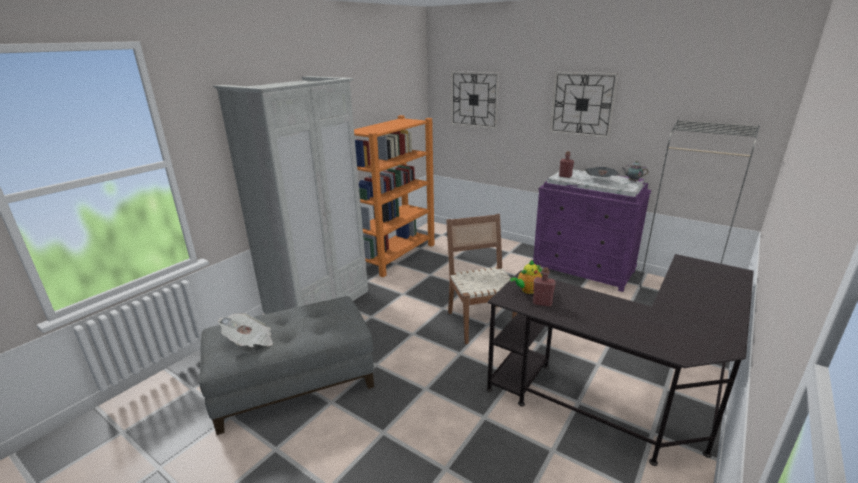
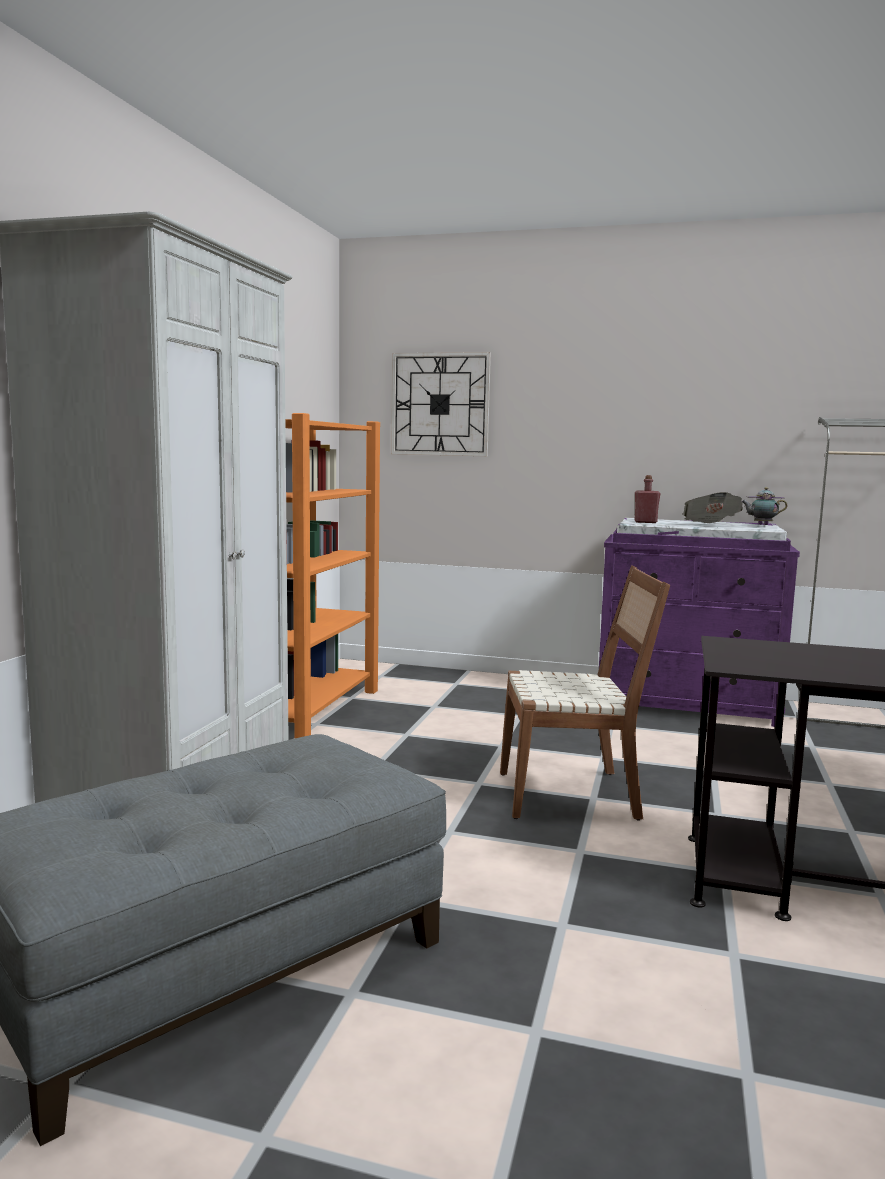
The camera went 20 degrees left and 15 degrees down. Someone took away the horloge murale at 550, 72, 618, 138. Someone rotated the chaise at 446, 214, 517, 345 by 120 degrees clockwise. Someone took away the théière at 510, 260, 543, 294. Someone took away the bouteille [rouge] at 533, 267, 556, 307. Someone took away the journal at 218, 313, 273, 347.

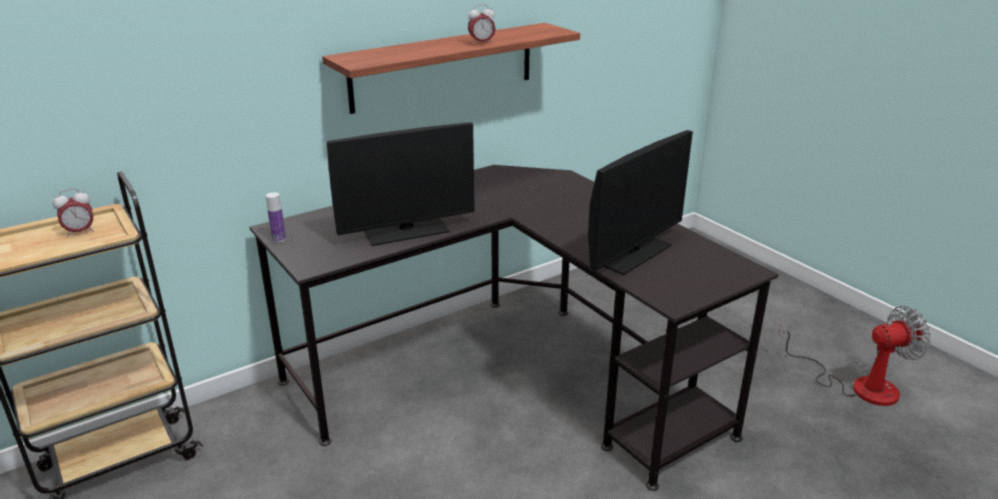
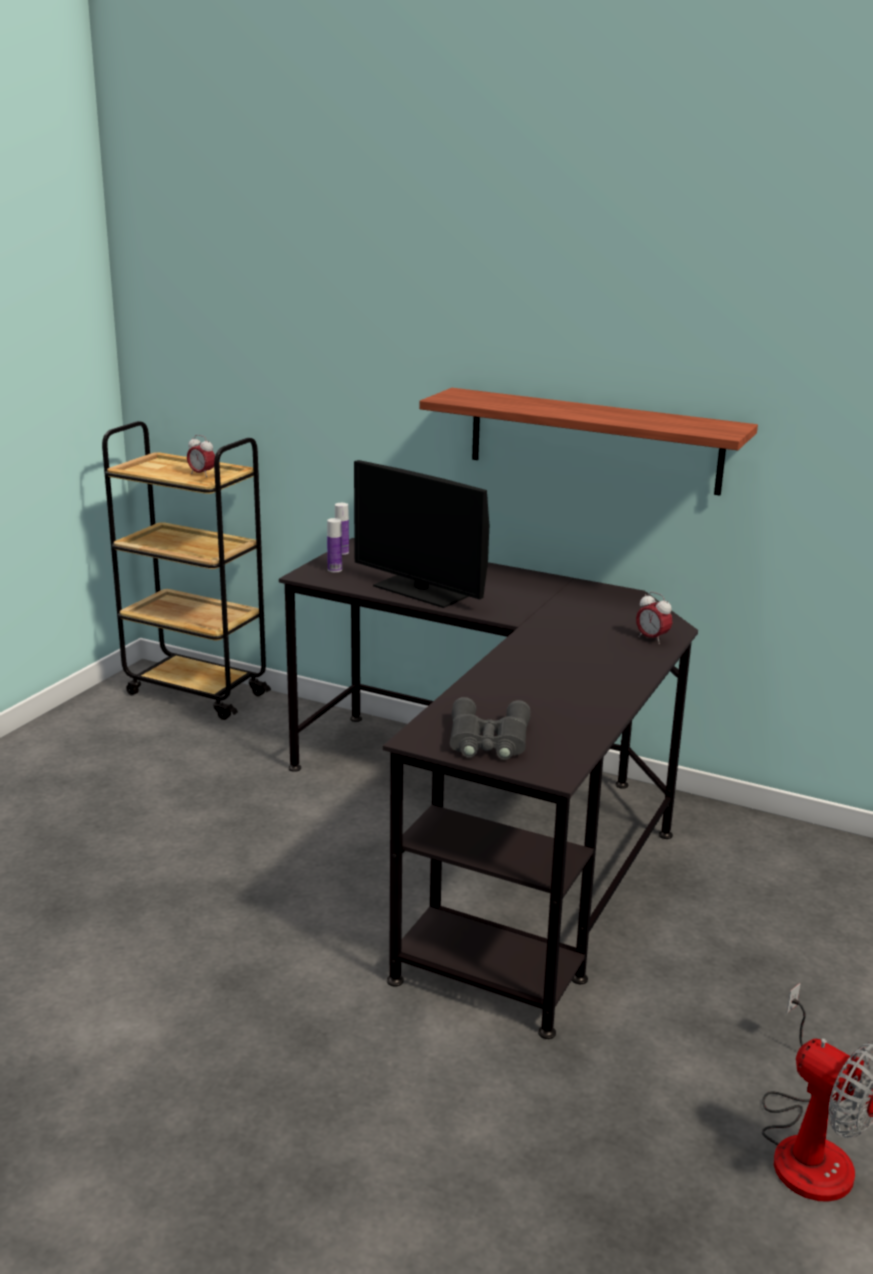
The camera went 60 degrees right and 5 degrees down. Someone carried the réveil from 468, 4, 496, 44 to 636, 592, 672, 644. Someone took away the écran d'ordinateur at 588, 130, 693, 275. Someone put down the bouteille at 327, 518, 342, 573. Someone put down the jumelles [gris] at 450, 697, 530, 760.

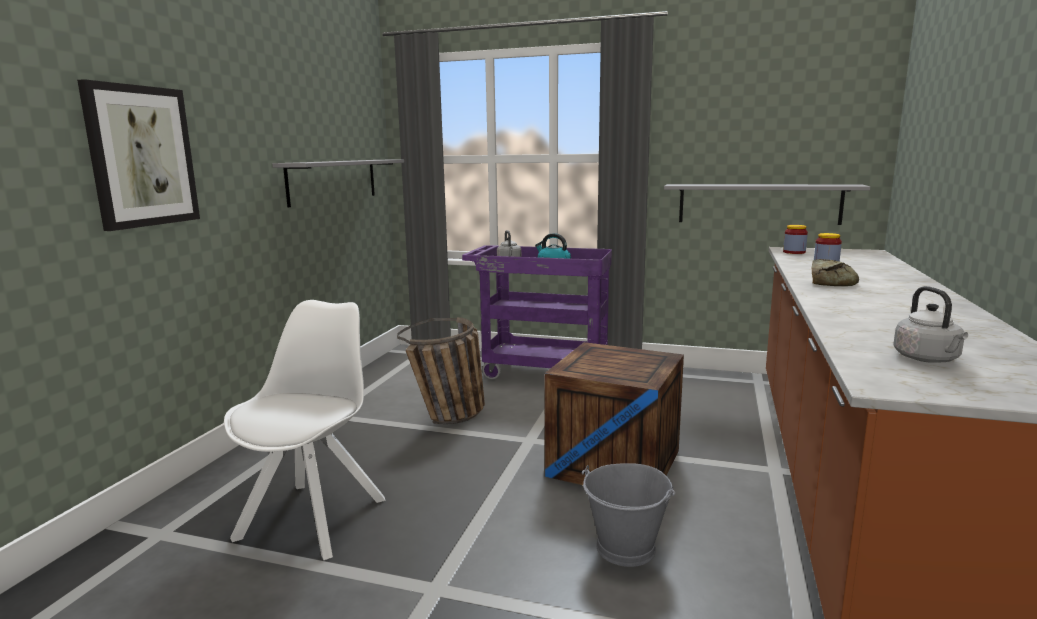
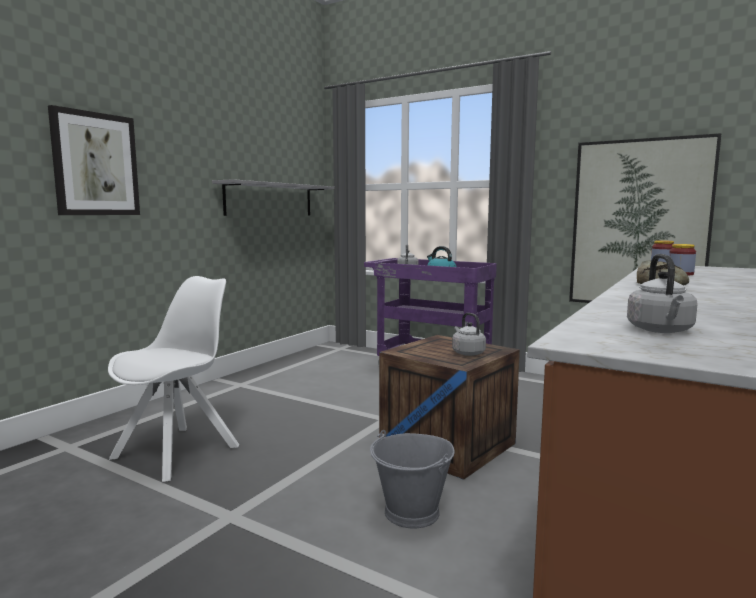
The camera went 15 degrees right and 5 degrees down. Someone swapped the étagère [gris] at 664, 184, 870, 225 for the tableau at 569, 133, 721, 303. Someone took away the panier at 397, 317, 485, 424. Someone put down the bouilloire [gris] at 452, 313, 486, 356.

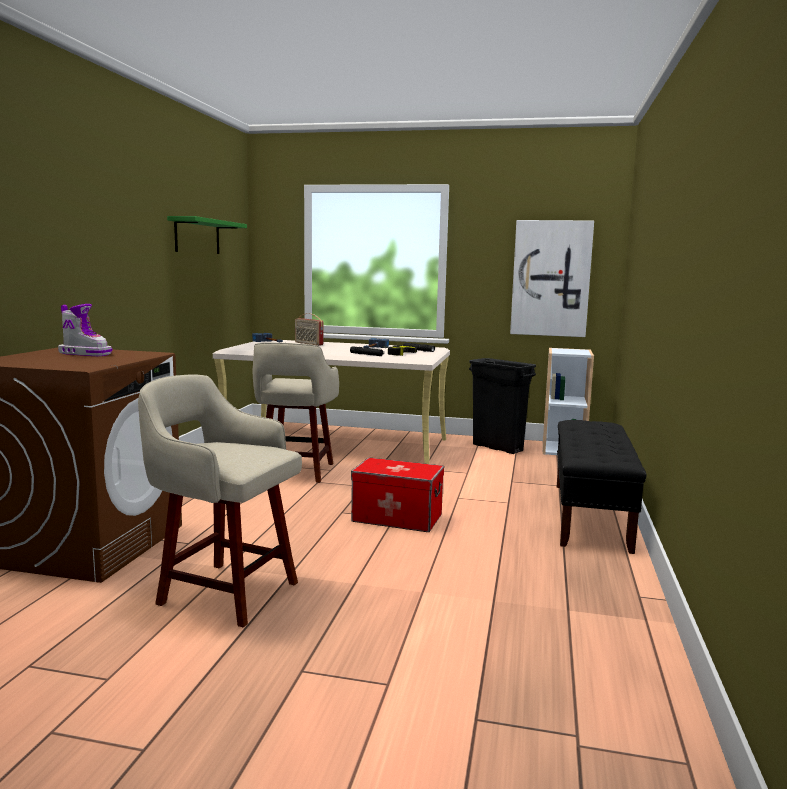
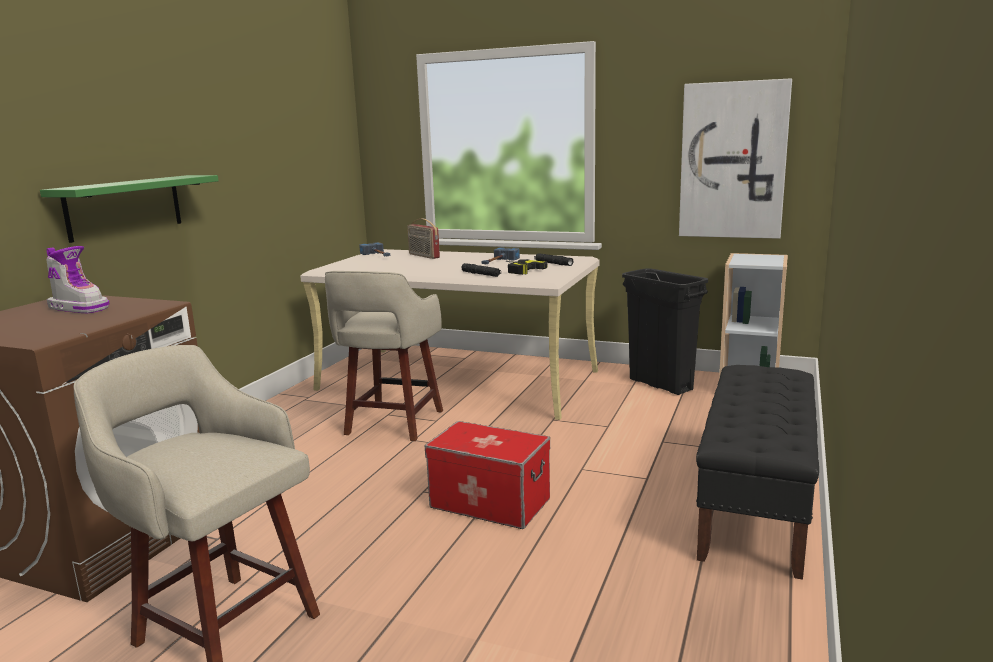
The camera went 10 degrees right and 5 degrees up. Someone carried the étagère [vert] from 167, 216, 247, 254 to 40, 175, 219, 243.

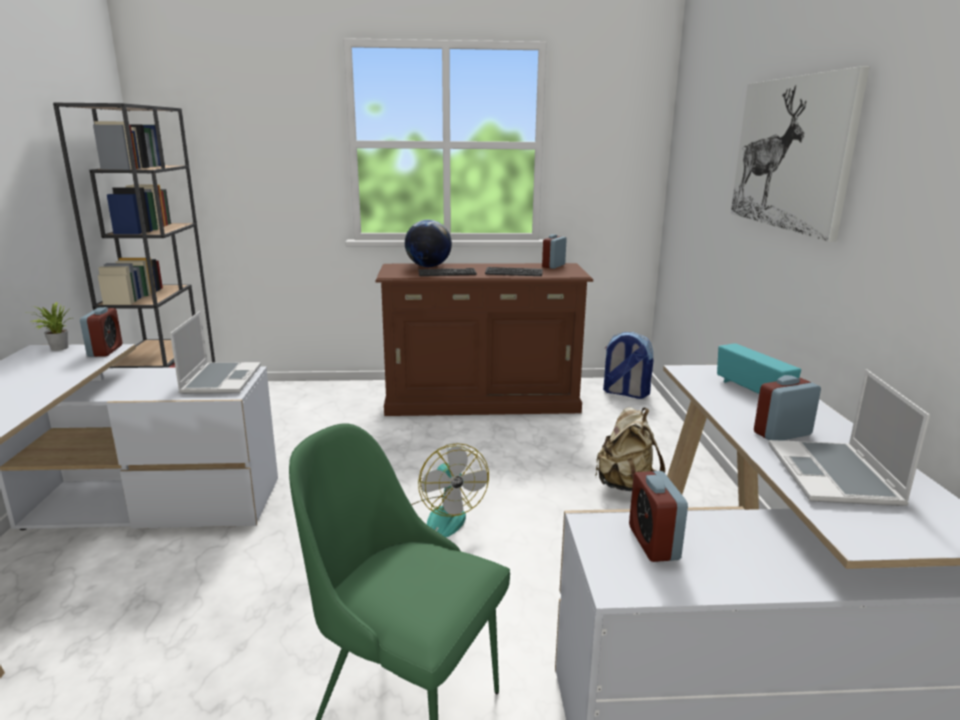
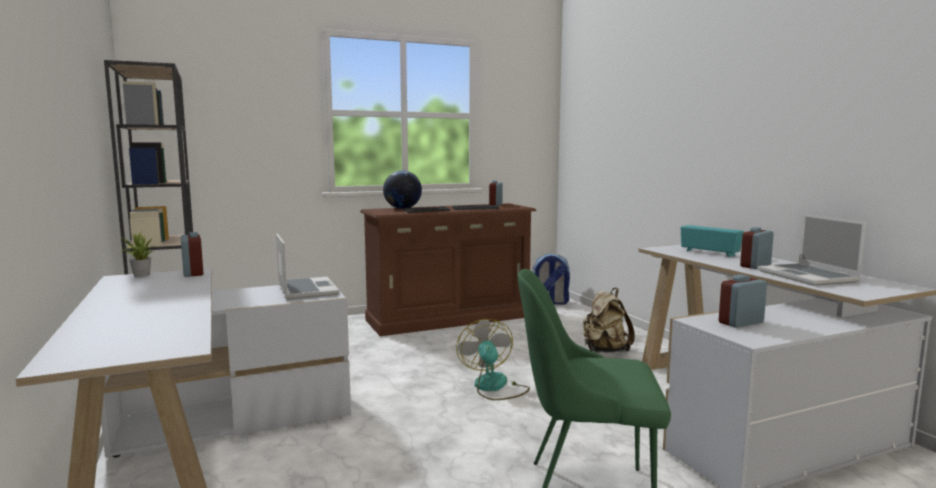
The camera went 20 degrees left and 10 degrees down. Someone took away the tableau at 731, 66, 869, 242. Someone rotated the ventilateur at 411, 443, 489, 537 by 150 degrees counterclockwise. Someone rotated the réveil at 629, 471, 688, 562 by 90 degrees clockwise.

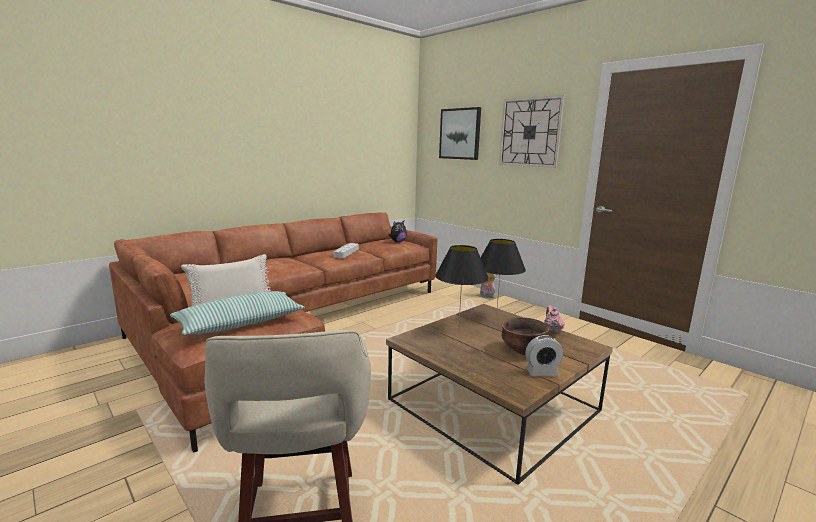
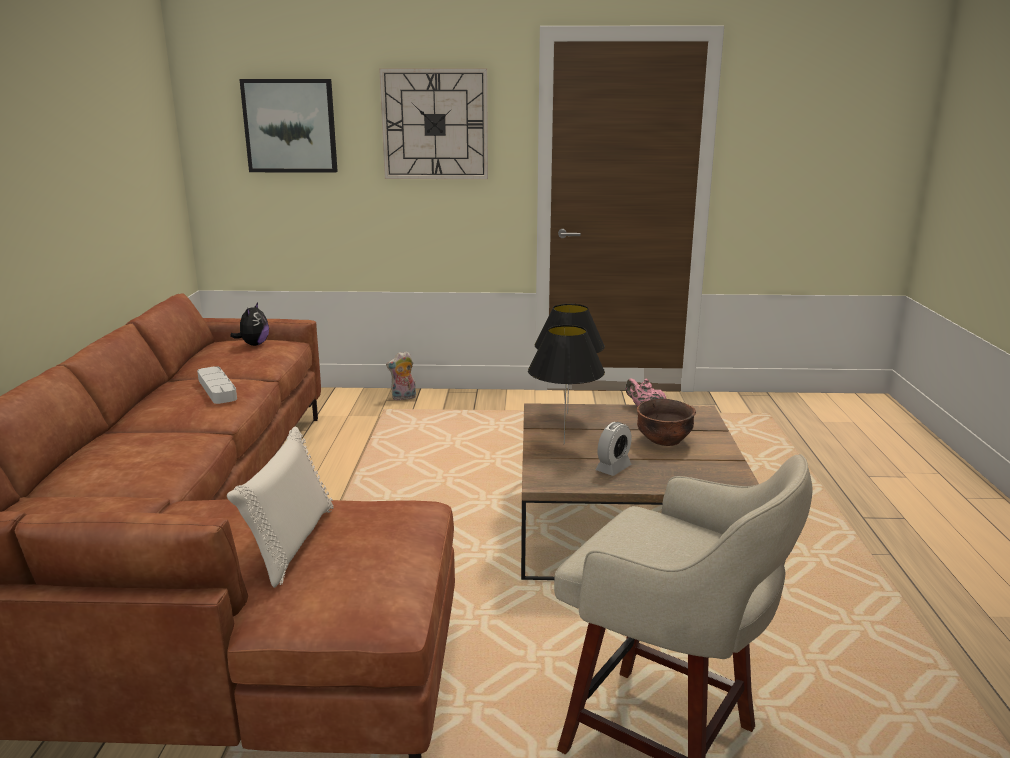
The camera went 45 degrees left and 5 degrees up. Someone took away the coussin at 170, 291, 305, 335. Someone carried the réveil from 525, 335, 563, 376 to 595, 422, 632, 476.

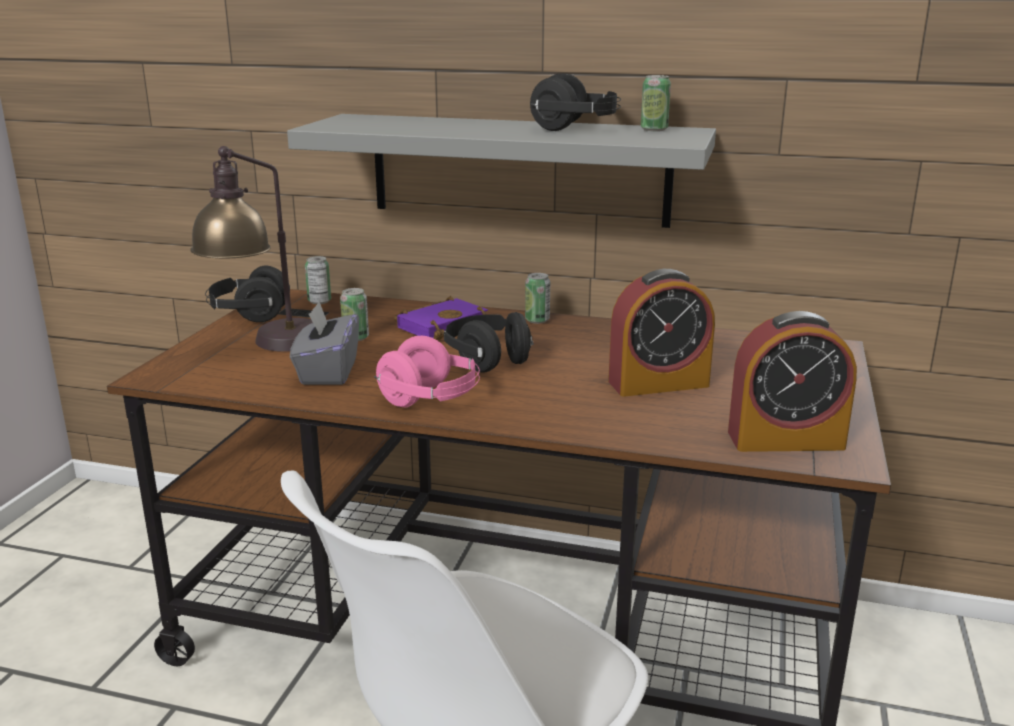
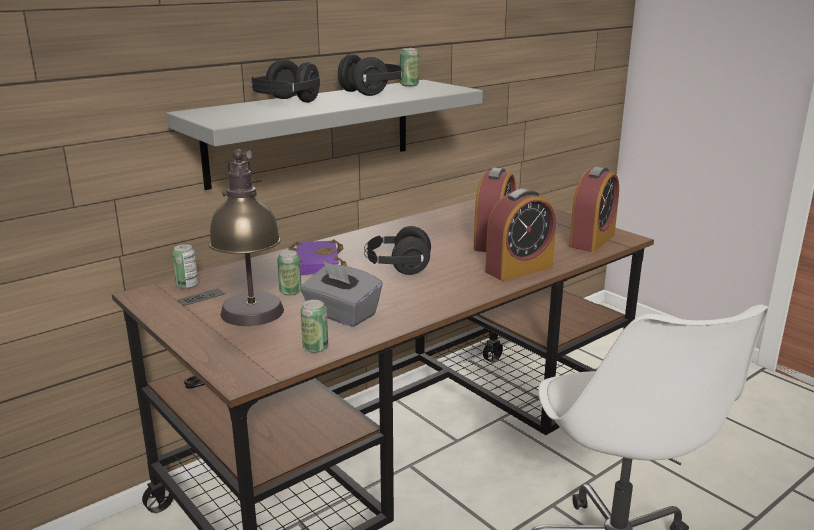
The camera went 55 degrees left and 0 degrees up. Someone carried the casque audio [noir] from 205, 266, 290, 322 to 250, 59, 320, 103. Someone carried the boîte métallique from 525, 273, 550, 324 to 301, 300, 328, 353. Someone took away the casque audio [rose] at 374, 336, 480, 407. Someone put down the réveil at 485, 188, 556, 281.

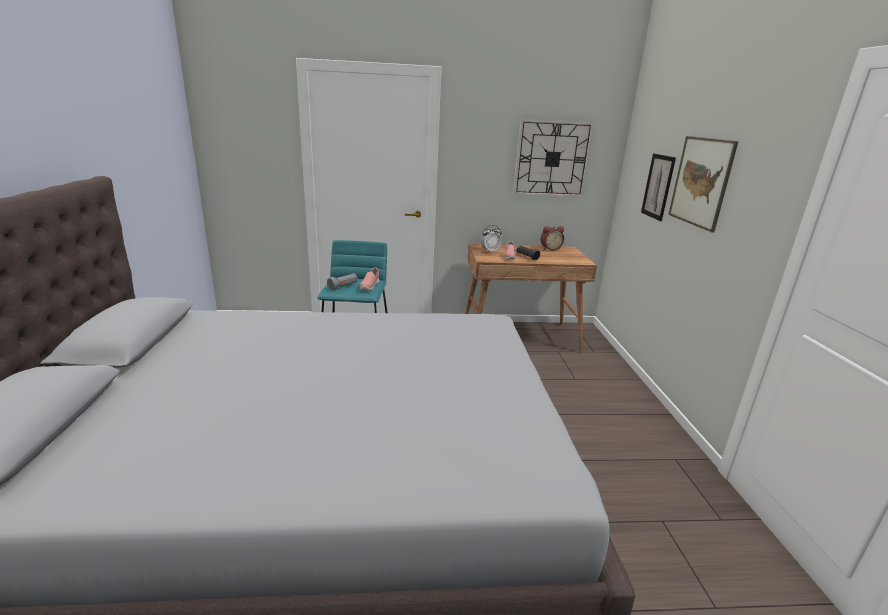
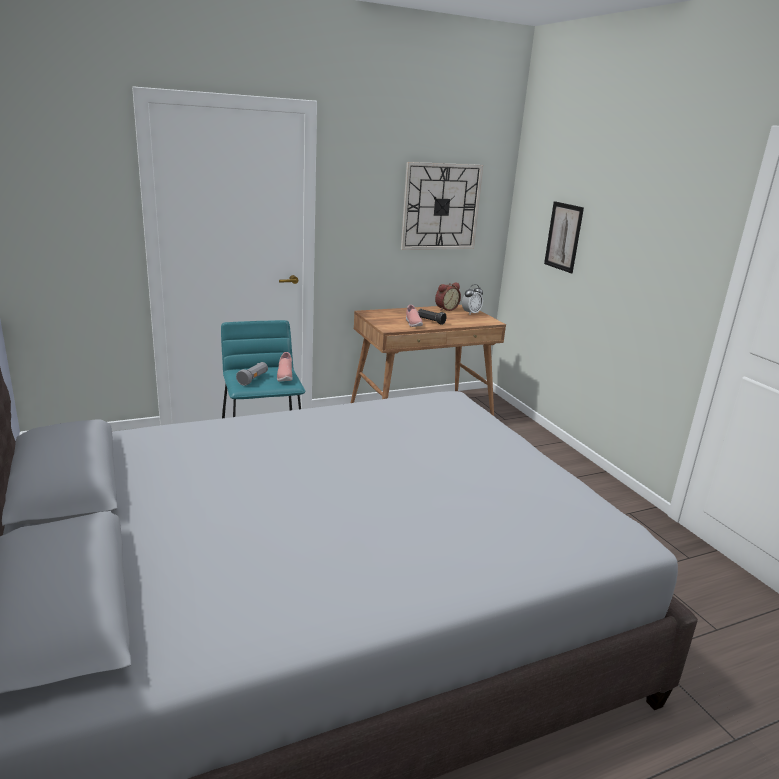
The camera went 20 degrees left and 0 degrees up. Someone took away the tableau at 668, 136, 739, 233. Someone carried the réveil from 481, 225, 501, 252 to 462, 284, 483, 315.

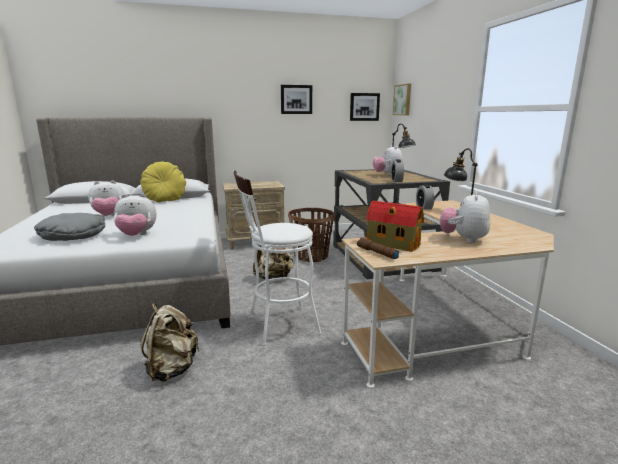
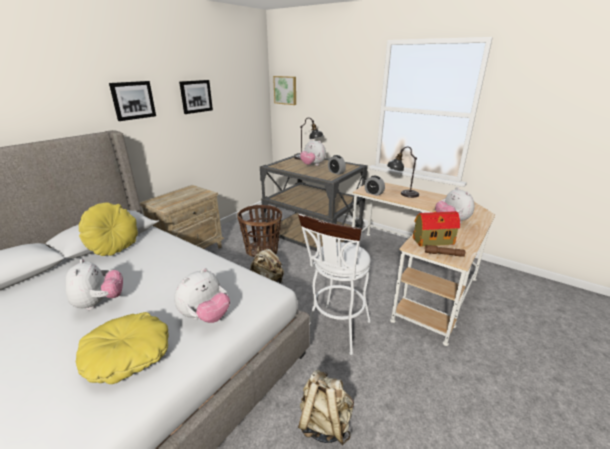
The camera went 40 degrees left and 10 degrees up. Someone carried the tableau from 350, 93, 380, 121 to 109, 81, 156, 121. Someone rotated the peluche at 88, 180, 124, 216 by 45 degrees counterclockwise. Someone repainted the coussin [gris] at 34, 213, 105, 241, which became the coussin [jaune] at 76, 312, 169, 384.

